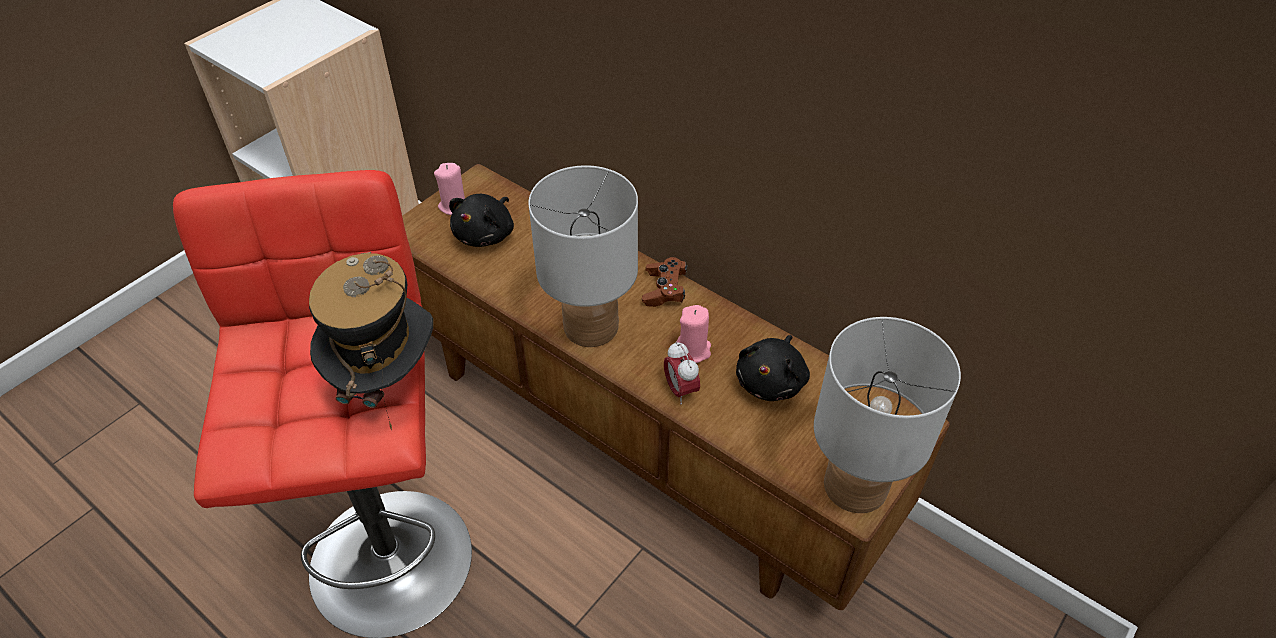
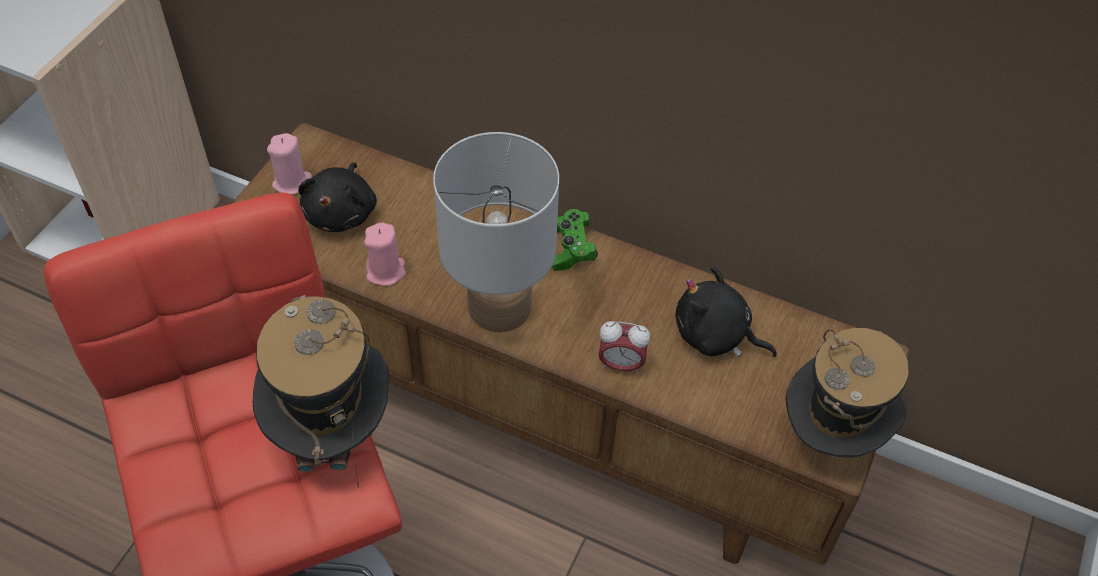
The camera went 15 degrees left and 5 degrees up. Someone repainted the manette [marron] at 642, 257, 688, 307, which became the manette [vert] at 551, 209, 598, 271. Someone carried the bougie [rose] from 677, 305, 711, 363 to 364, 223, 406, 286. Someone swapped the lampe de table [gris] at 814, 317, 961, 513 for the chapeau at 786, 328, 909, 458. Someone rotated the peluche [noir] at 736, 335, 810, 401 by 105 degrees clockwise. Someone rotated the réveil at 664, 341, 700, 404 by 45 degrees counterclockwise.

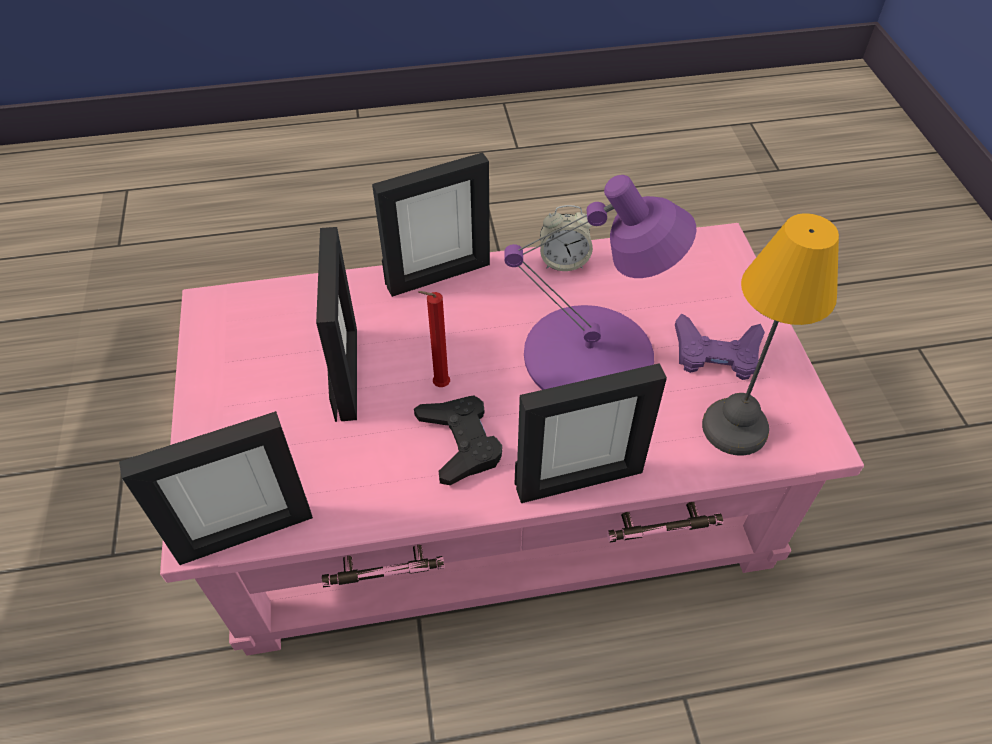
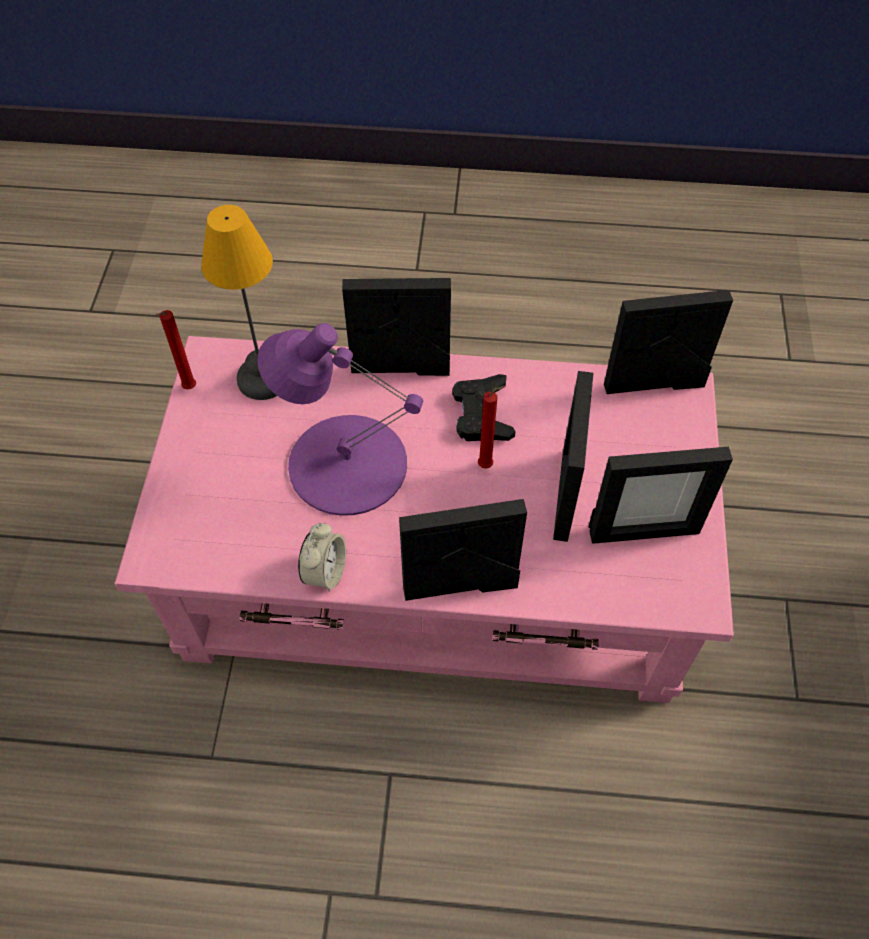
The camera went 165 degrees left and 5 degrees up. Someone rotated the réveil at 540, 205, 593, 271 by 90 degrees clockwise. Someone took away the manette [violet] at 675, 313, 765, 380. Someone put down the bougie [rouge] at 155, 310, 196, 390. Someone put down the cadre photo at 588, 447, 733, 544.

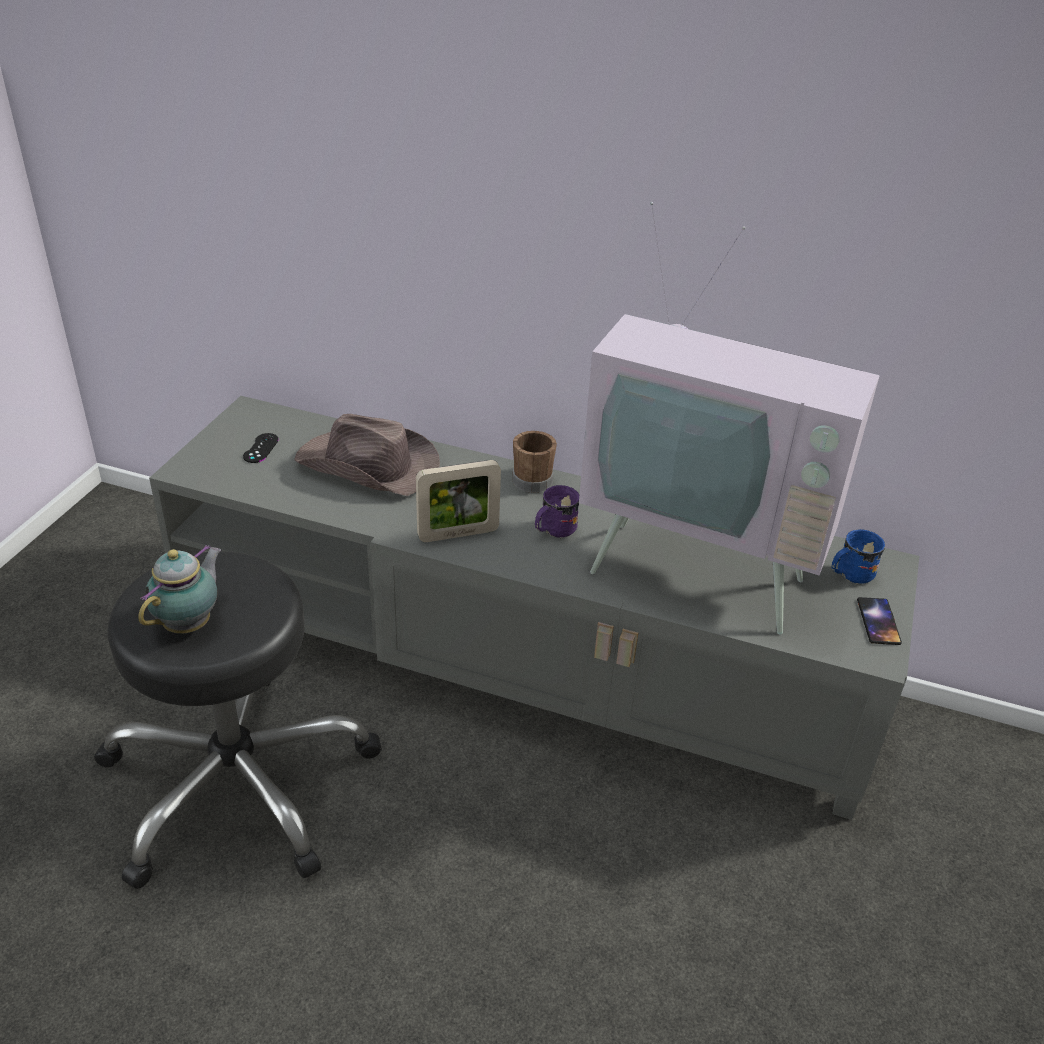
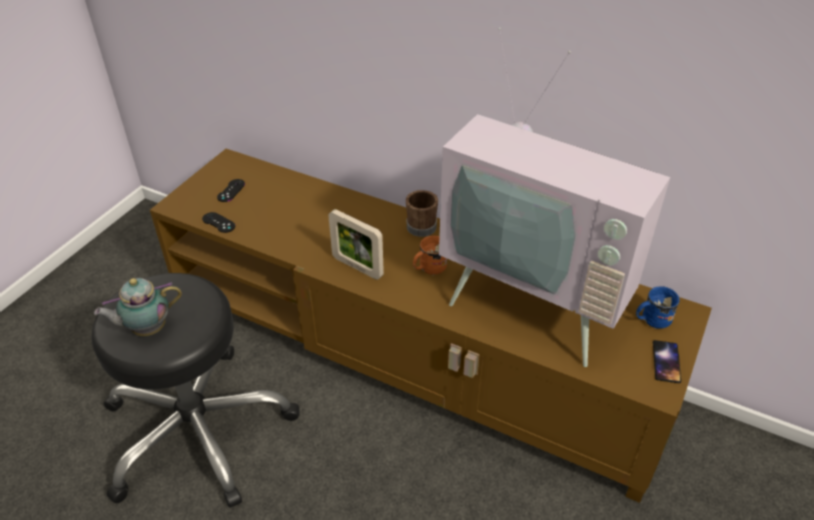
The camera went 10 degrees right and 5 degrees up. Someone repainted the meuble télé [gris] at 149, 396, 919, 820, which became the meuble télé [marron] at 150, 149, 712, 503. Someone took away the chapeau [marron] at 294, 414, 440, 496. Someone rotated the cadre photo at 416, 460, 501, 542 by 45 degrees clockwise. Someone repainted the mug [violet] at 535, 485, 579, 539, which became the mug [orange] at 413, 235, 447, 276. Someone rotated the théière at 138, 545, 221, 634 by 150 degrees counterclockwise. Someone put down the manette [noir] at 202, 212, 235, 233.

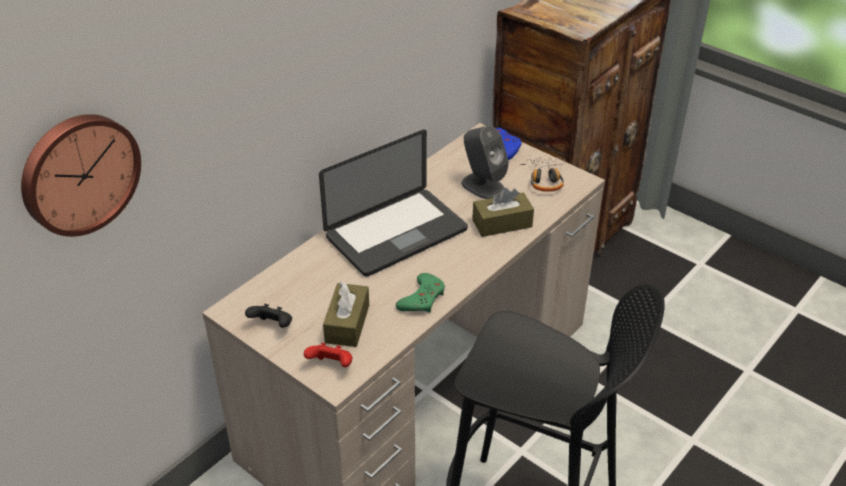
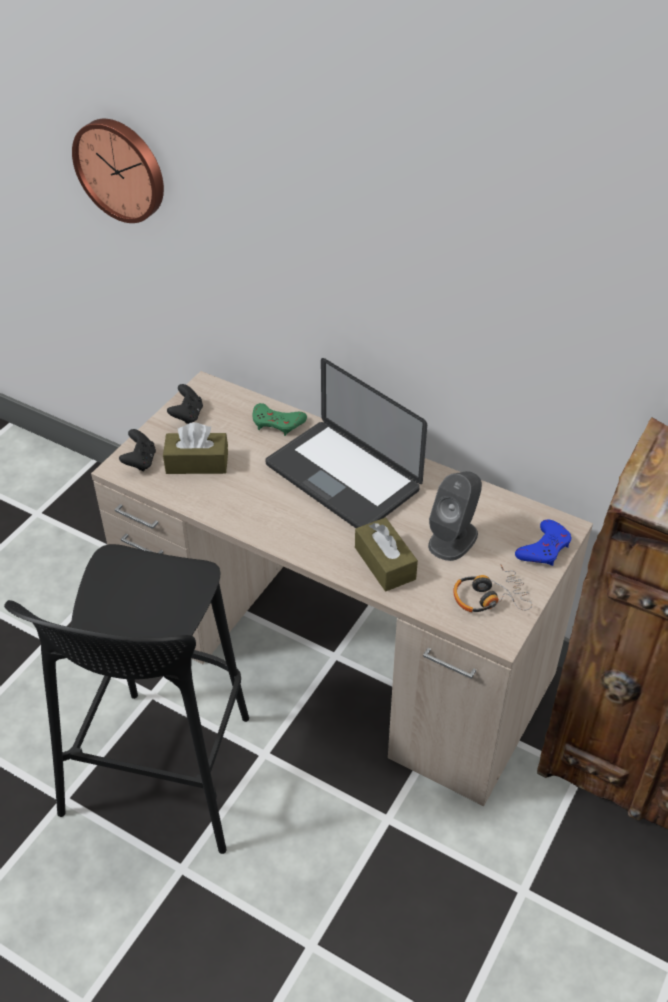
The camera went 80 degrees right and 5 degrees up. Someone carried the manette [vert] from 396, 273, 445, 313 to 252, 403, 307, 436. Someone repainted the manette [rouge] at 304, 343, 352, 367, which became the manette [noir] at 119, 429, 156, 472.

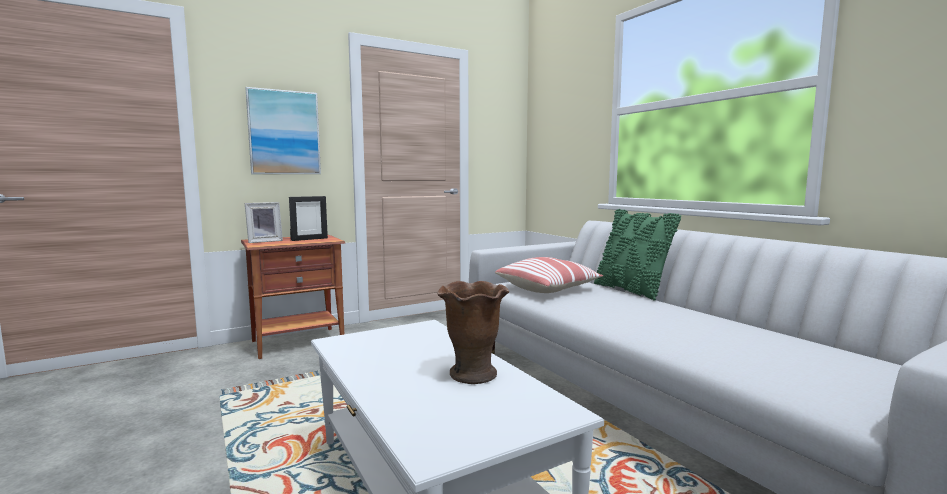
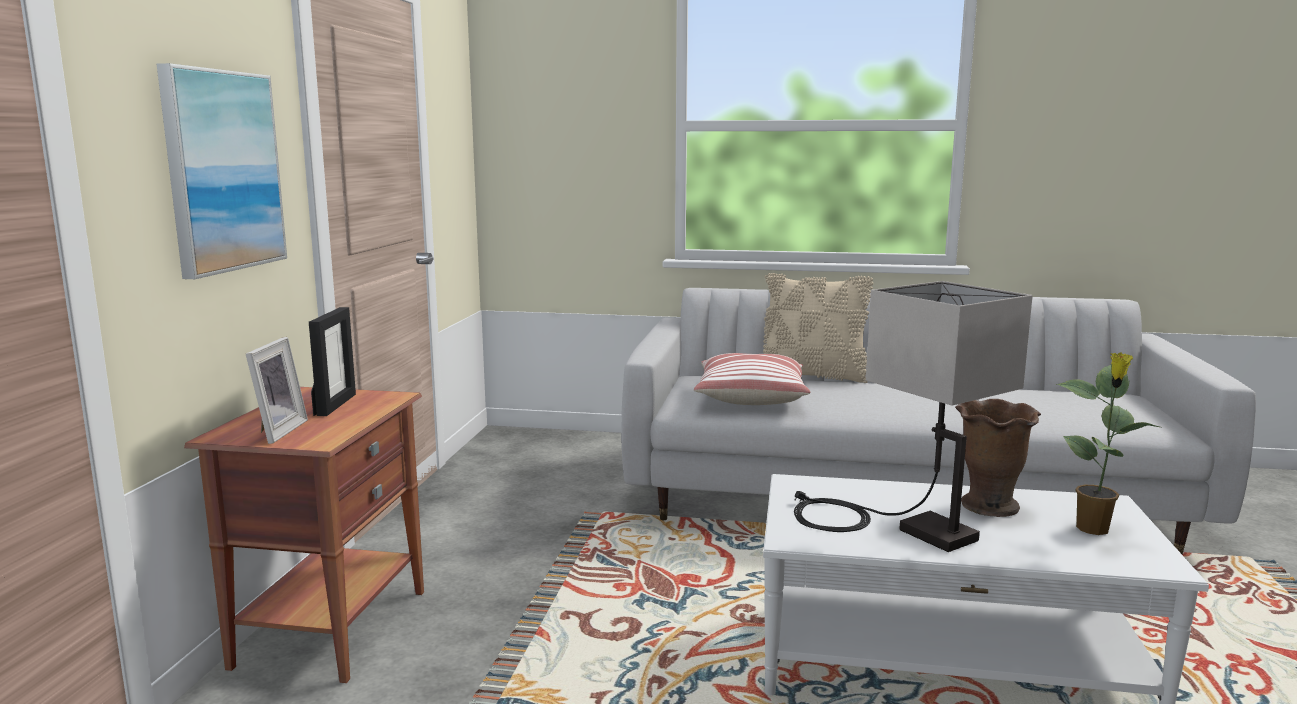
The camera went 50 degrees left and 5 degrees up. Someone repainted the coussin [vert] at 594, 209, 681, 301, which became the coussin [beige] at 763, 273, 873, 383. Someone put down the lampe de table at 794, 281, 1033, 552. Someone put down the plante en pot at 1057, 353, 1160, 535.

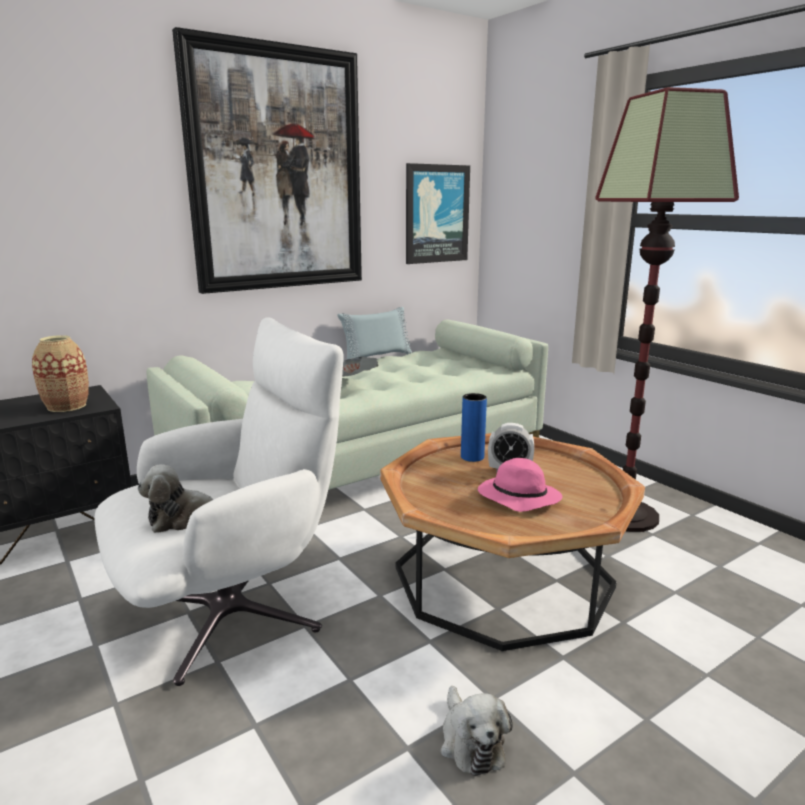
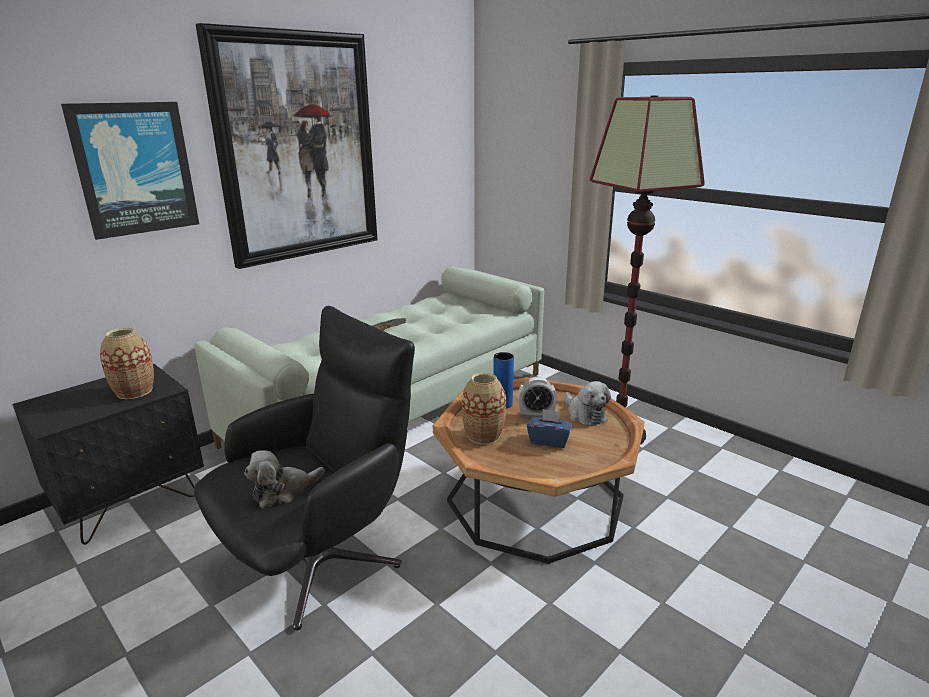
The camera went 10 degrees left and 5 degrees up. Someone carried the tableau from 406, 163, 470, 264 to 61, 102, 199, 240. Someone took away the coussin [bleu] at 337, 307, 412, 359. Someone repainted the fauteuil [blanc] at 94, 317, 344, 686, which became the fauteuil [noir] at 194, 306, 415, 630. Someone swapped the chapeau [rose] at 478, 458, 562, 512 for the boîte à mouchoirs [bleu] at 527, 409, 572, 448. Someone carried the peluche from 441, 686, 513, 776 to 564, 381, 611, 426. Someone put down the vase at 462, 372, 506, 444.

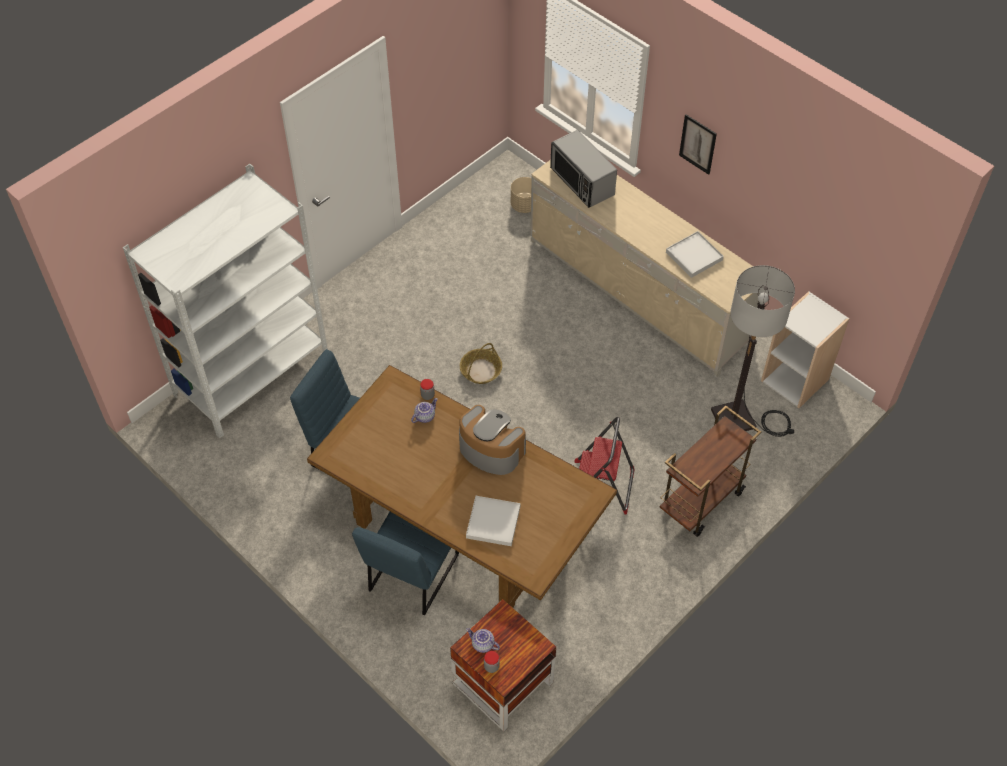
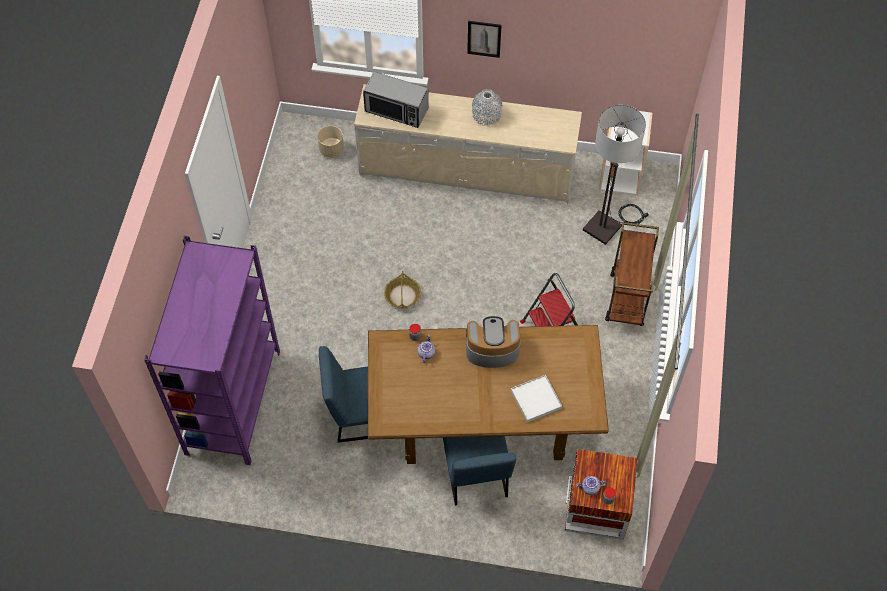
The camera went 35 degrees left and 5 degrees up. Someone repainted the bibliothèque [blanc] at 123, 164, 328, 438, which became the bibliothèque [violet] at 144, 235, 280, 465. Someone took away the plateau [blanc] at 666, 231, 724, 278. Someone put down the vase [gris] at 472, 89, 503, 126.

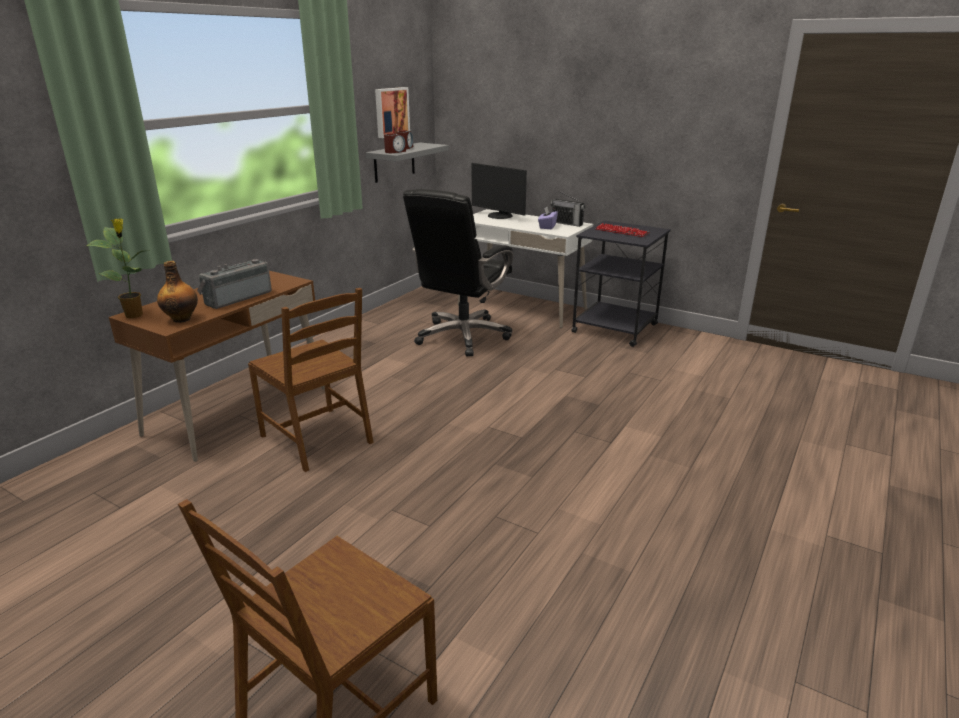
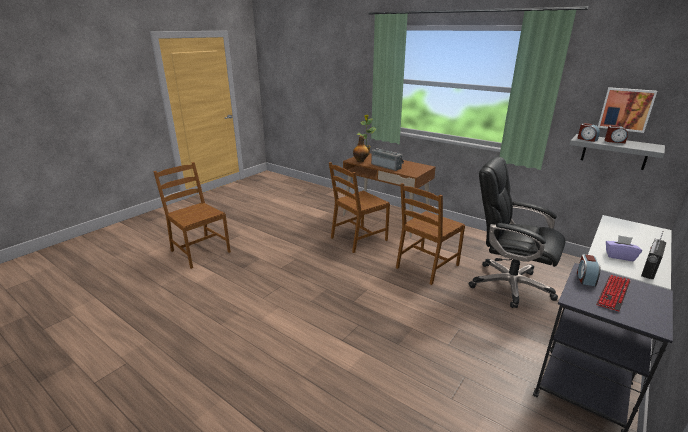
The camera went 95 degrees right and 0 degrees up. Someone took away the écran d'ordinateur at 472, 163, 527, 219. Someone put down the chaise [marron] at 396, 183, 465, 285. Someone put down the réveil at 577, 254, 600, 286.

